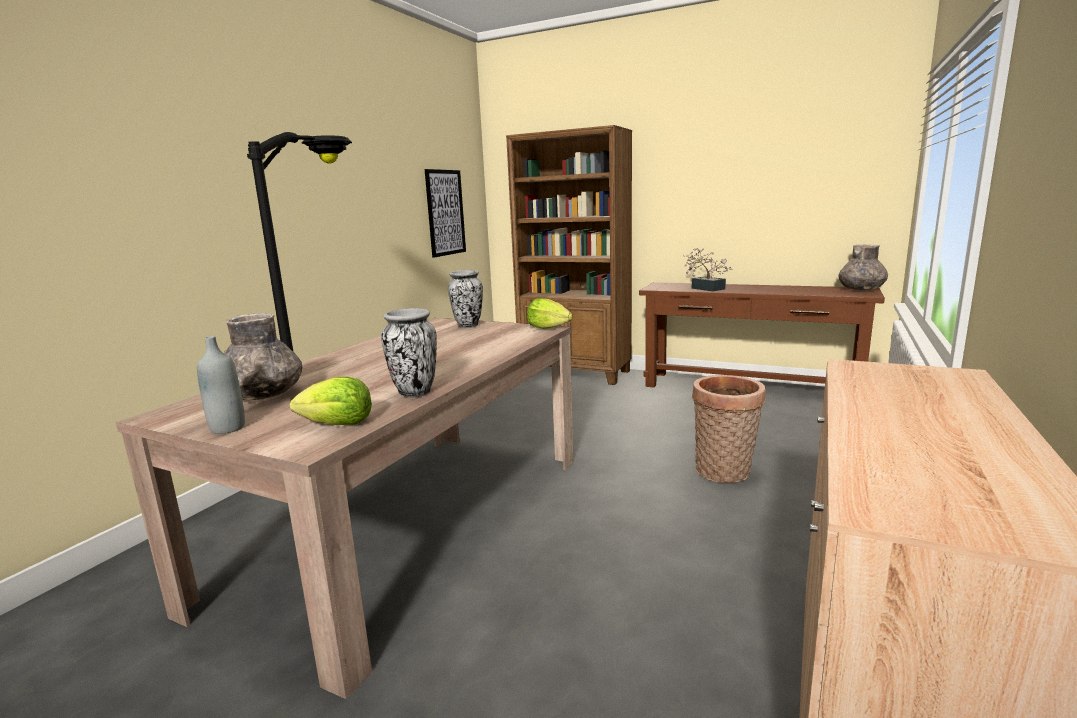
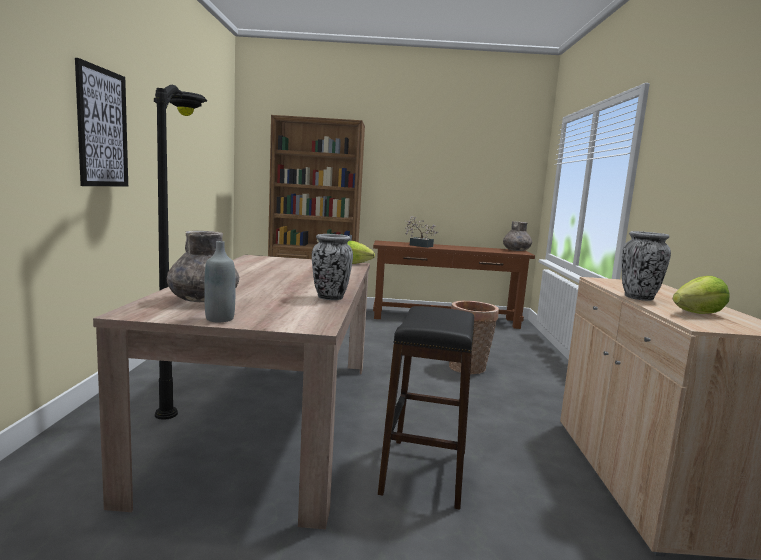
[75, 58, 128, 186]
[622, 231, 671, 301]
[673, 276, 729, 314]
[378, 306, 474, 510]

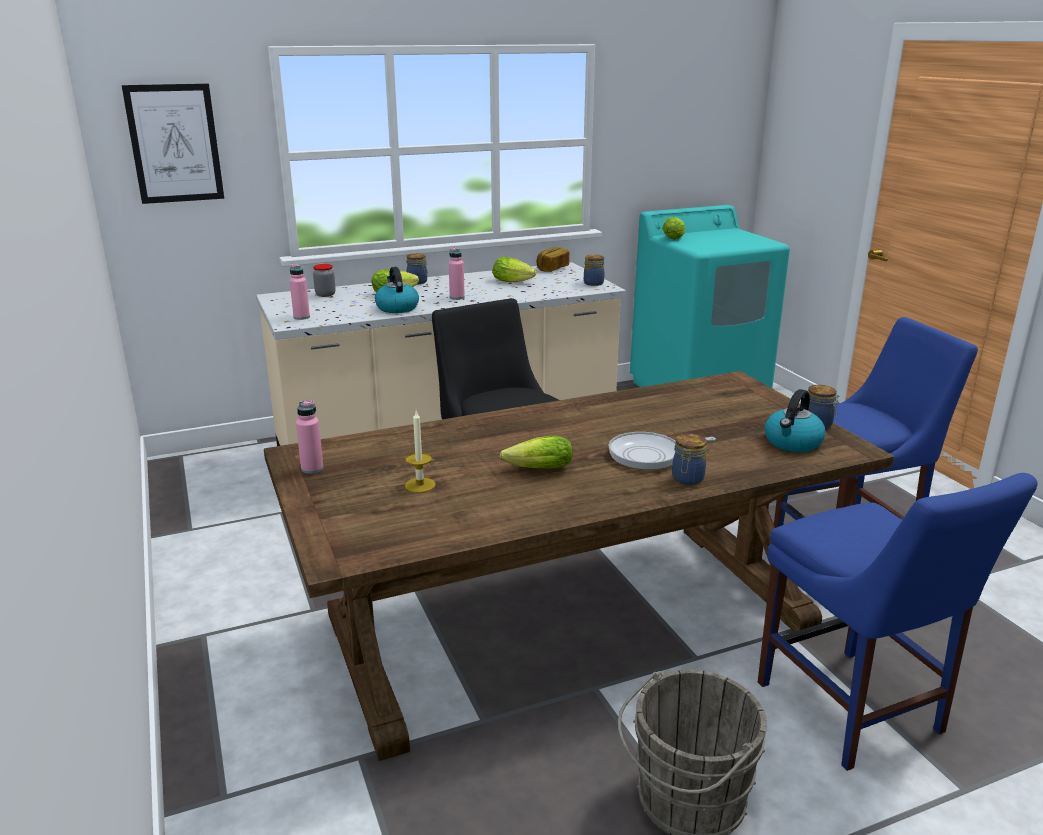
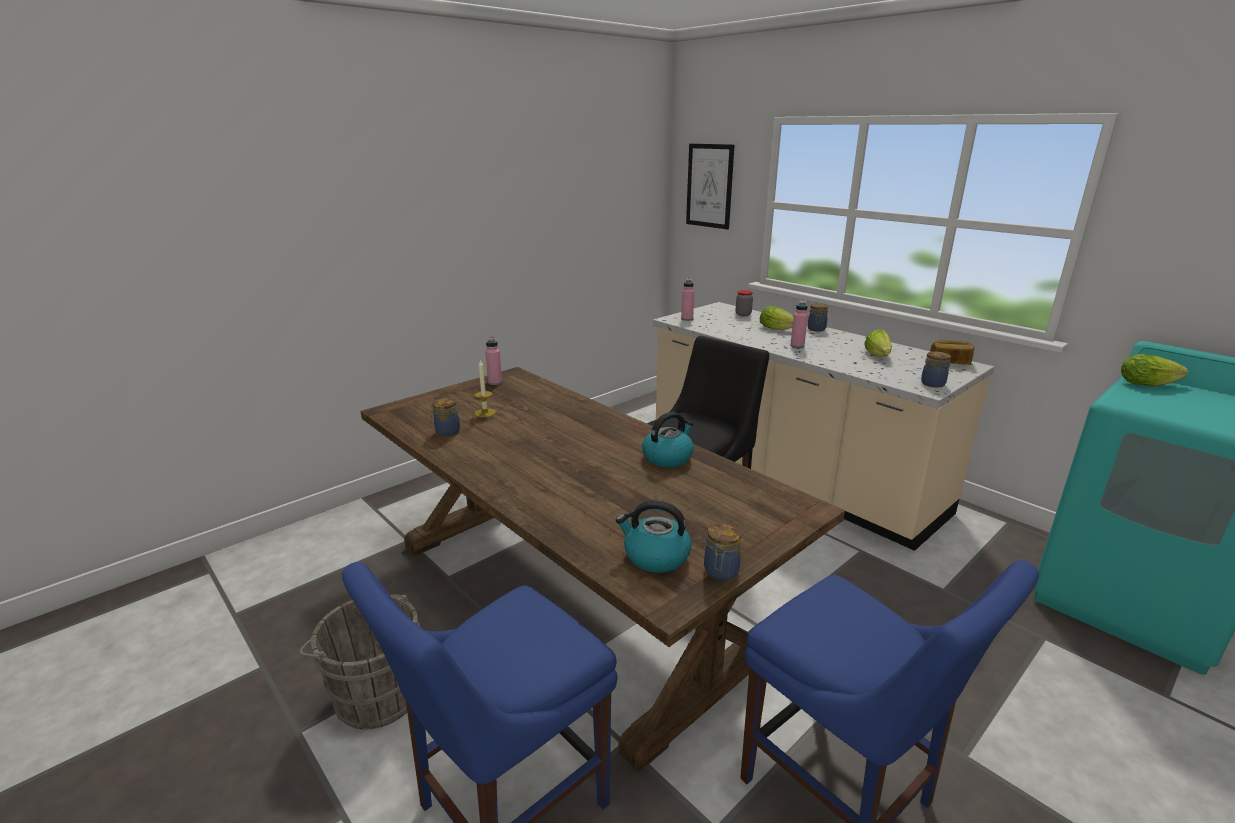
[642, 412, 694, 467]
[609, 432, 716, 470] (first image)
[430, 398, 460, 436]
[500, 436, 573, 468] (first image)

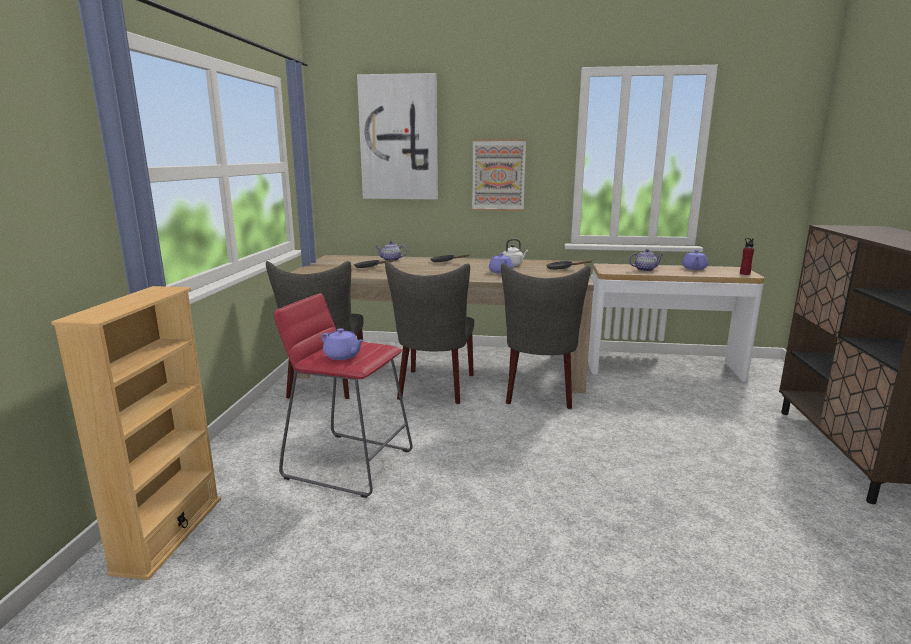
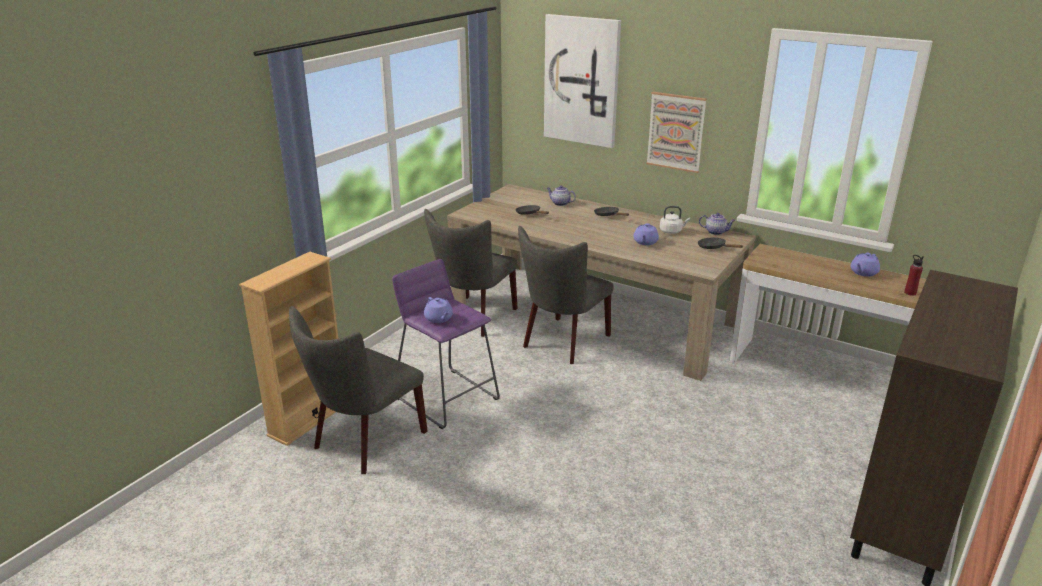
[699, 213, 736, 235]
[289, 306, 428, 474]
[392, 259, 500, 429]

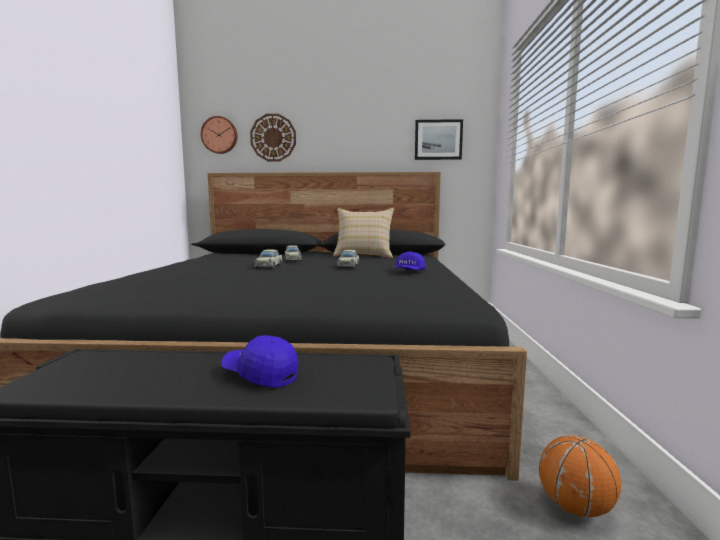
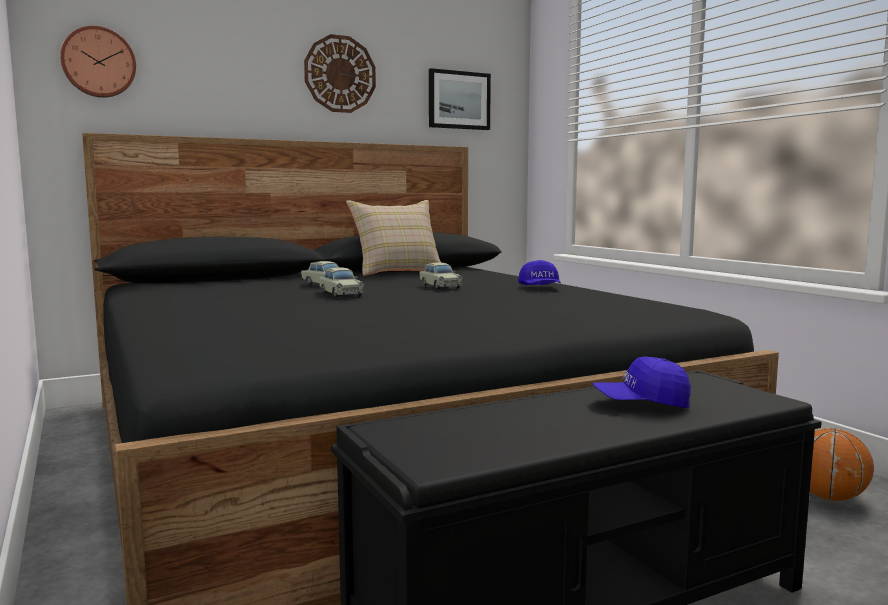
[304, 34, 376, 113]

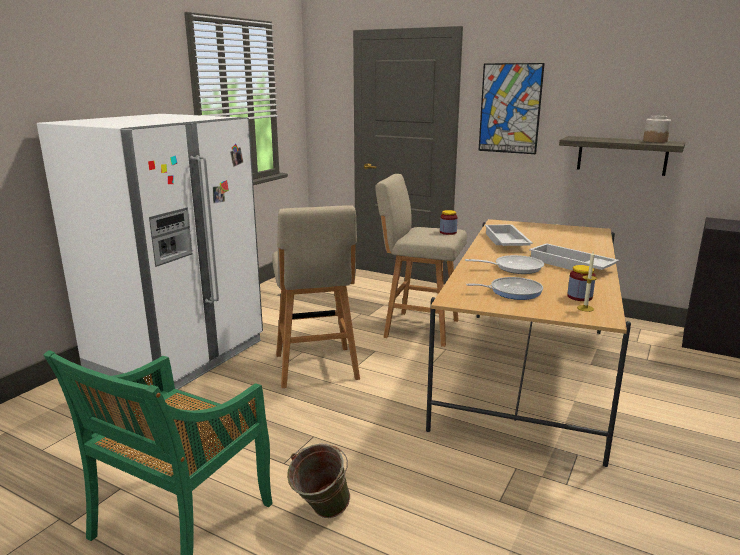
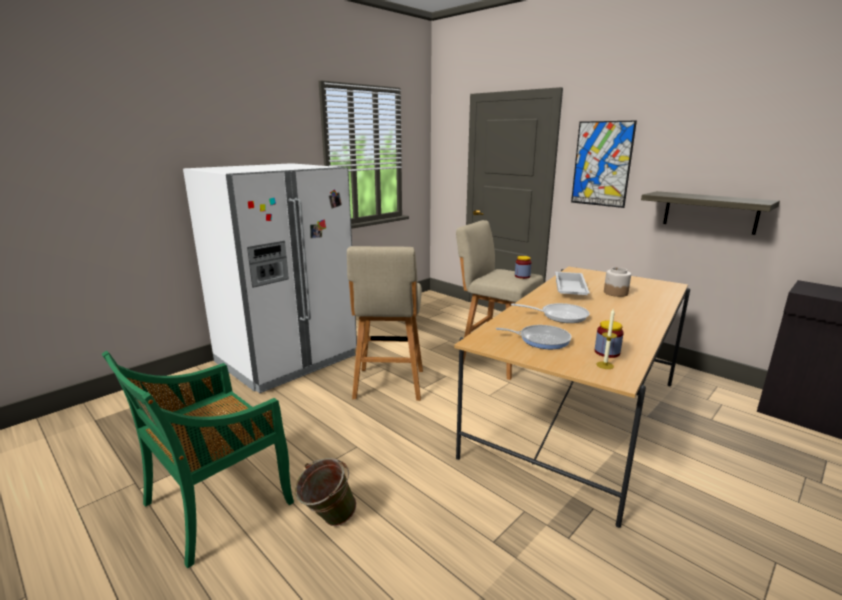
[604, 267, 631, 297]
[529, 243, 619, 270] (first image)

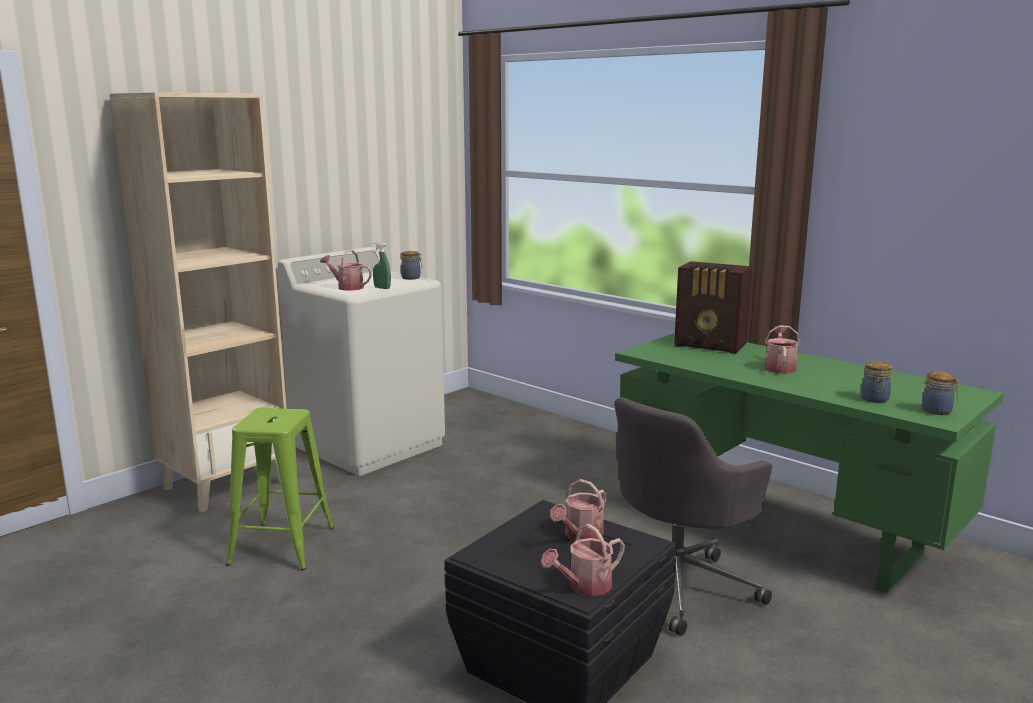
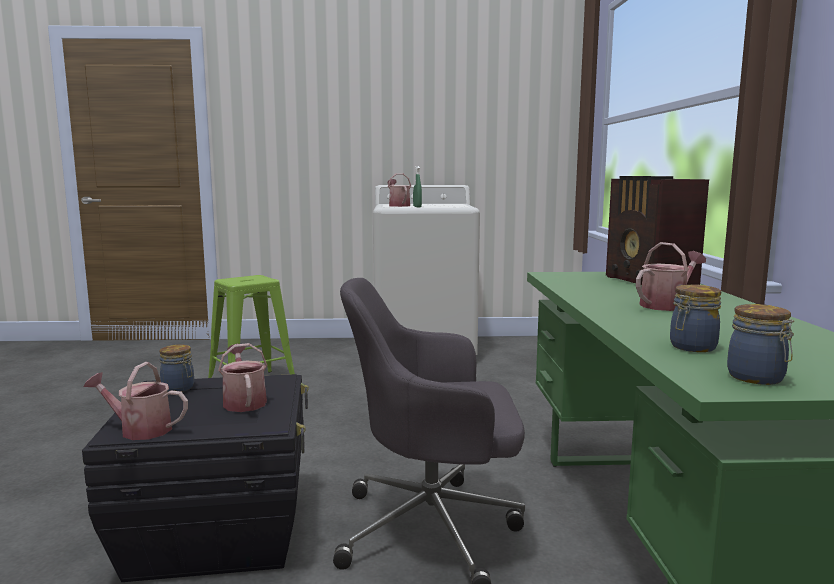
[110, 92, 287, 513] (first image)
[159, 344, 194, 392]
[218, 343, 267, 412]

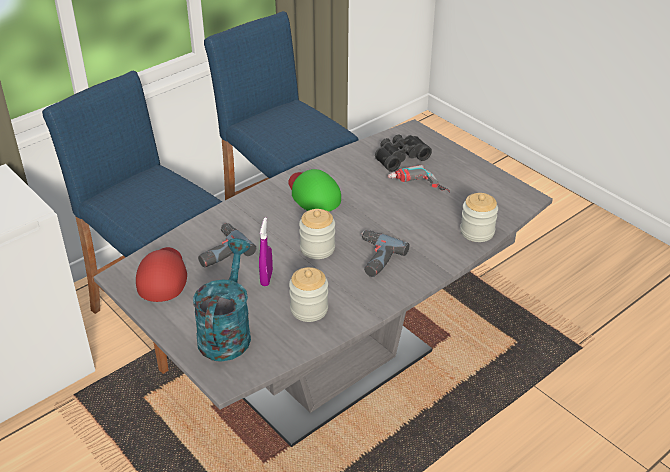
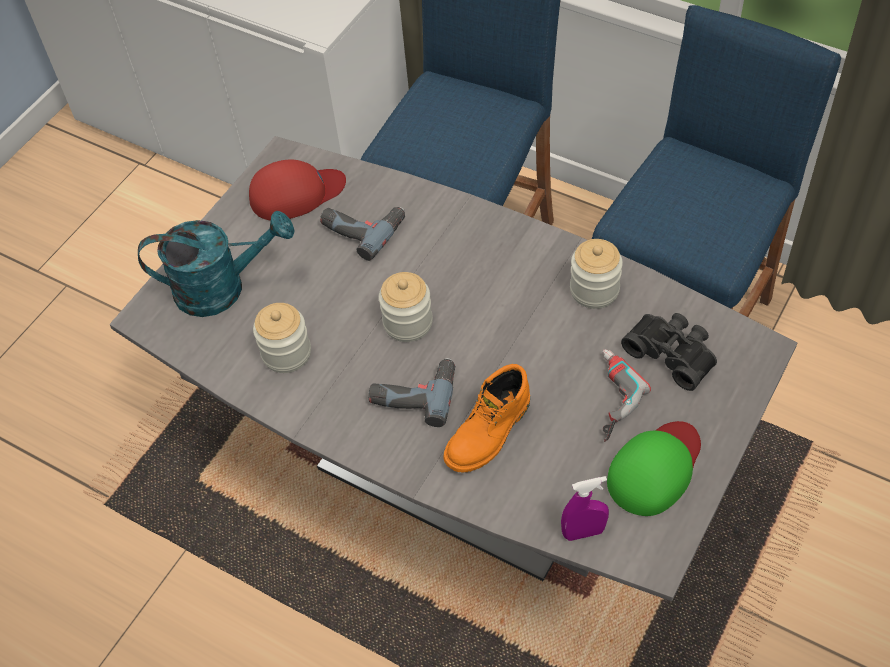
[607, 421, 701, 516]
[570, 239, 623, 309]
[561, 476, 609, 541]
[444, 364, 530, 473]

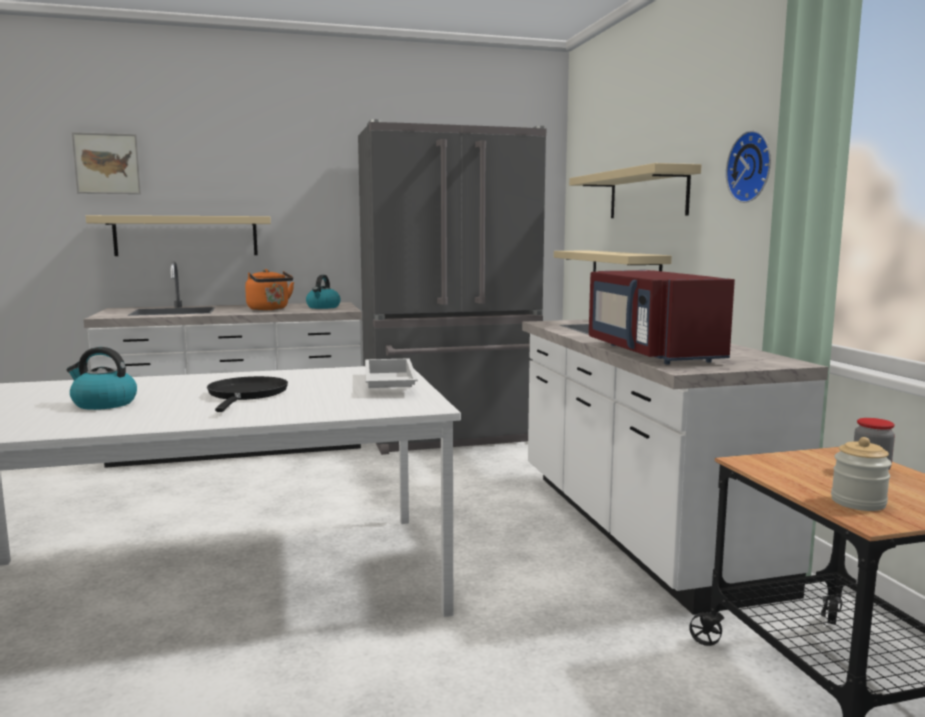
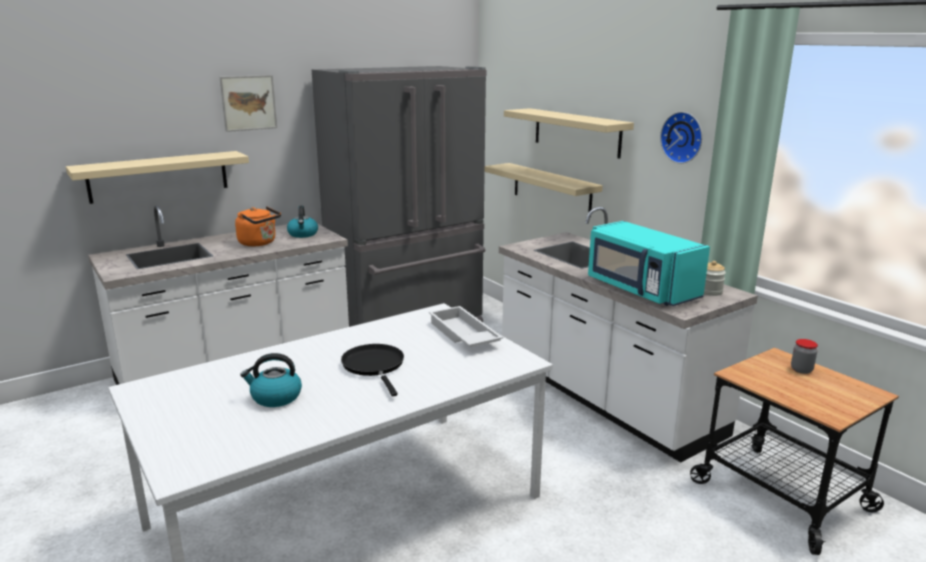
[219, 75, 277, 132]
[588, 221, 710, 306]
[704, 261, 726, 296]

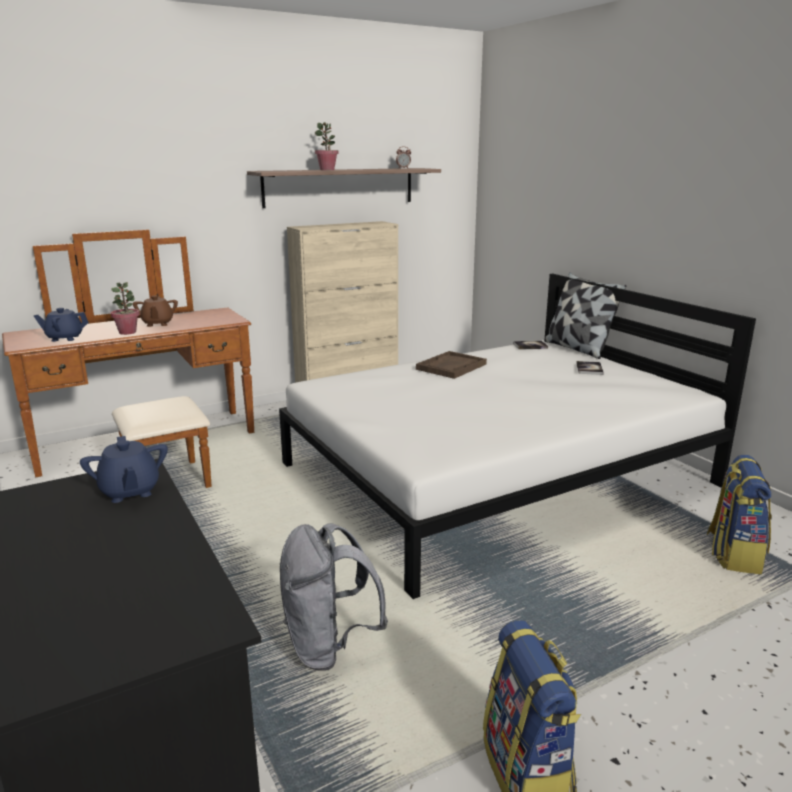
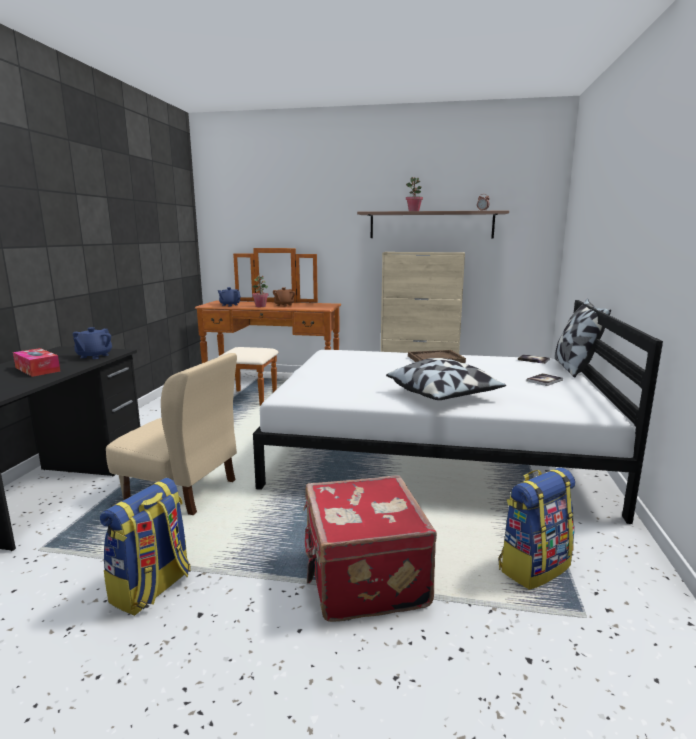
[106, 353, 237, 515]
[13, 348, 60, 377]
[386, 358, 506, 400]
[303, 475, 437, 622]

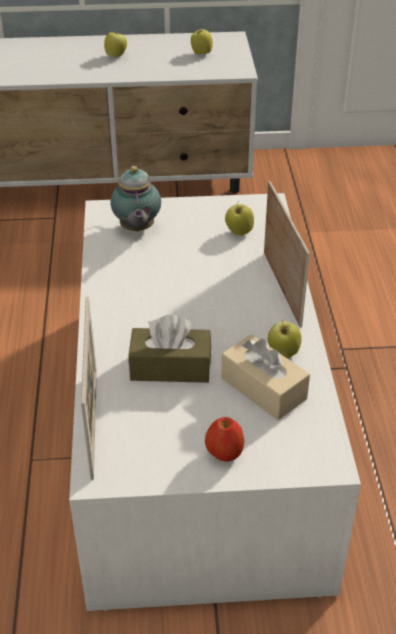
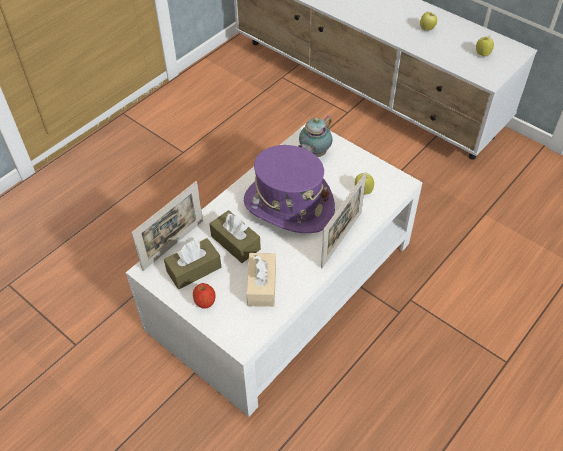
[268, 321, 302, 358] (first image)
[244, 145, 335, 233]
[164, 238, 221, 289]

